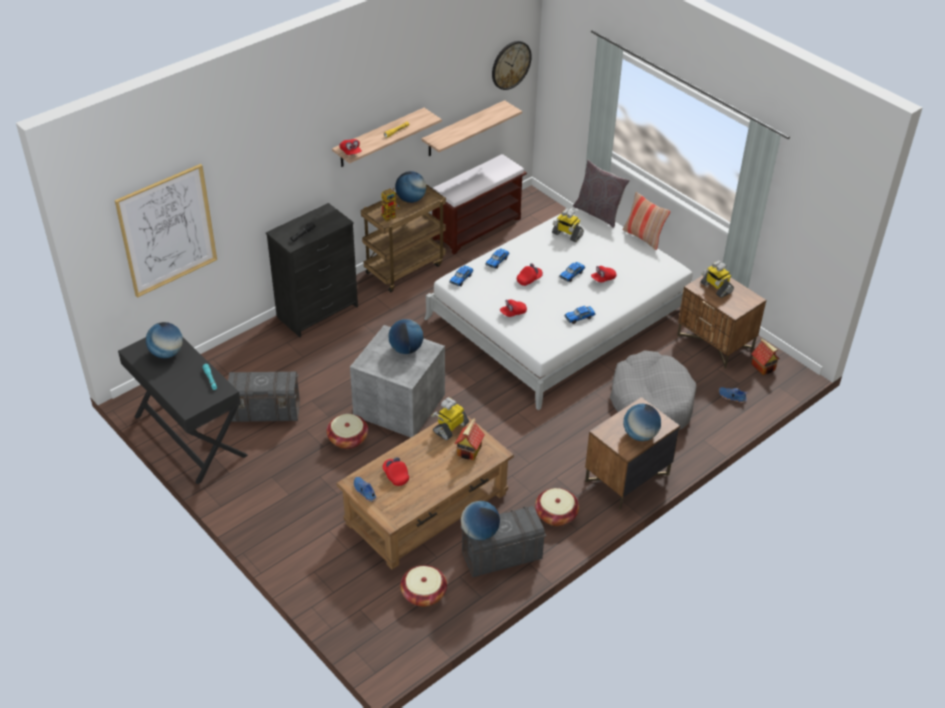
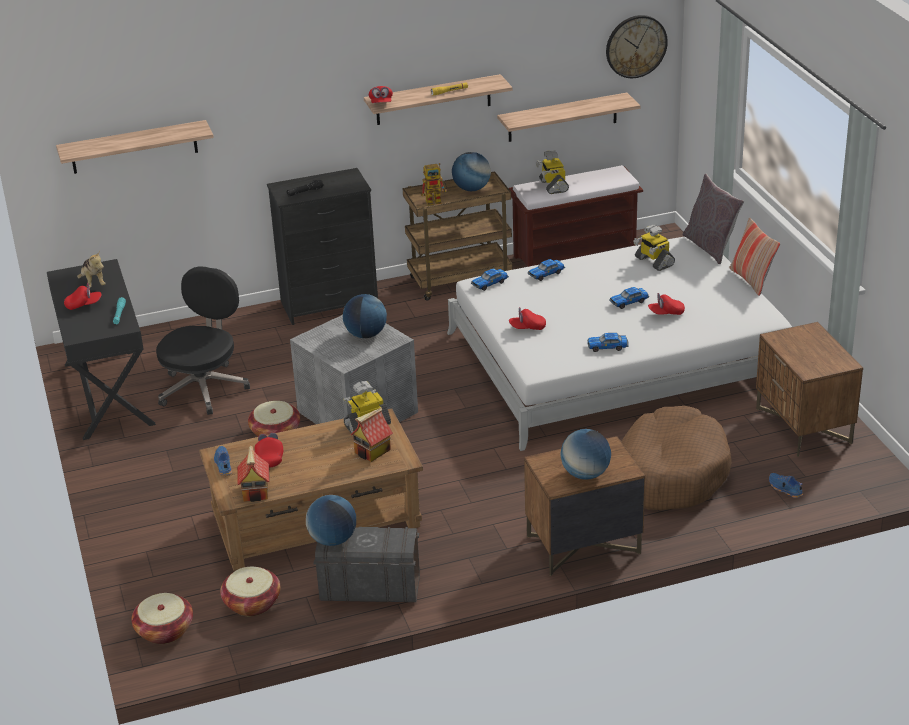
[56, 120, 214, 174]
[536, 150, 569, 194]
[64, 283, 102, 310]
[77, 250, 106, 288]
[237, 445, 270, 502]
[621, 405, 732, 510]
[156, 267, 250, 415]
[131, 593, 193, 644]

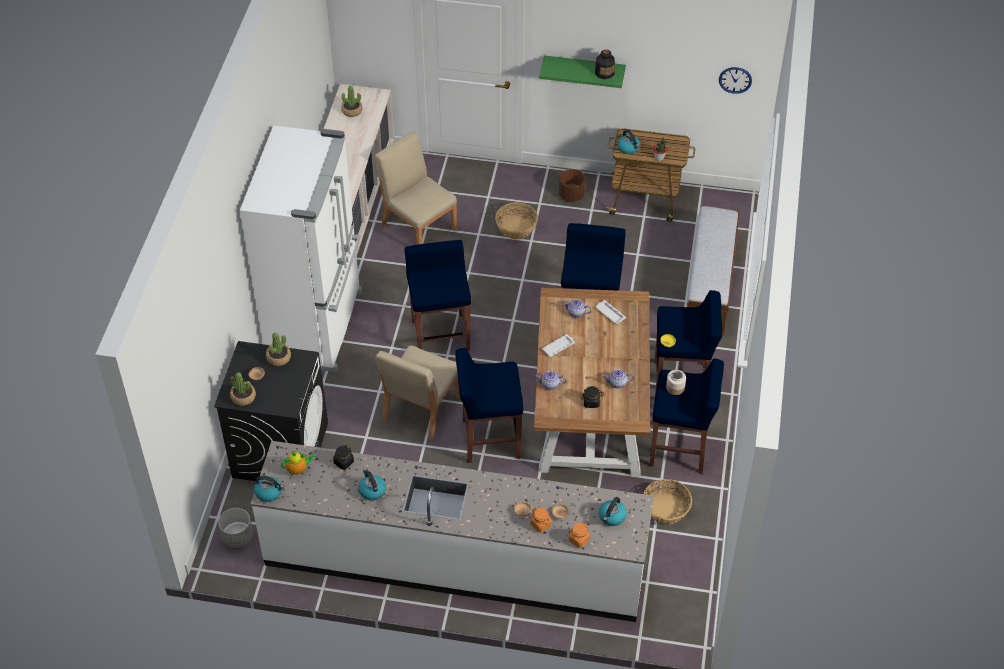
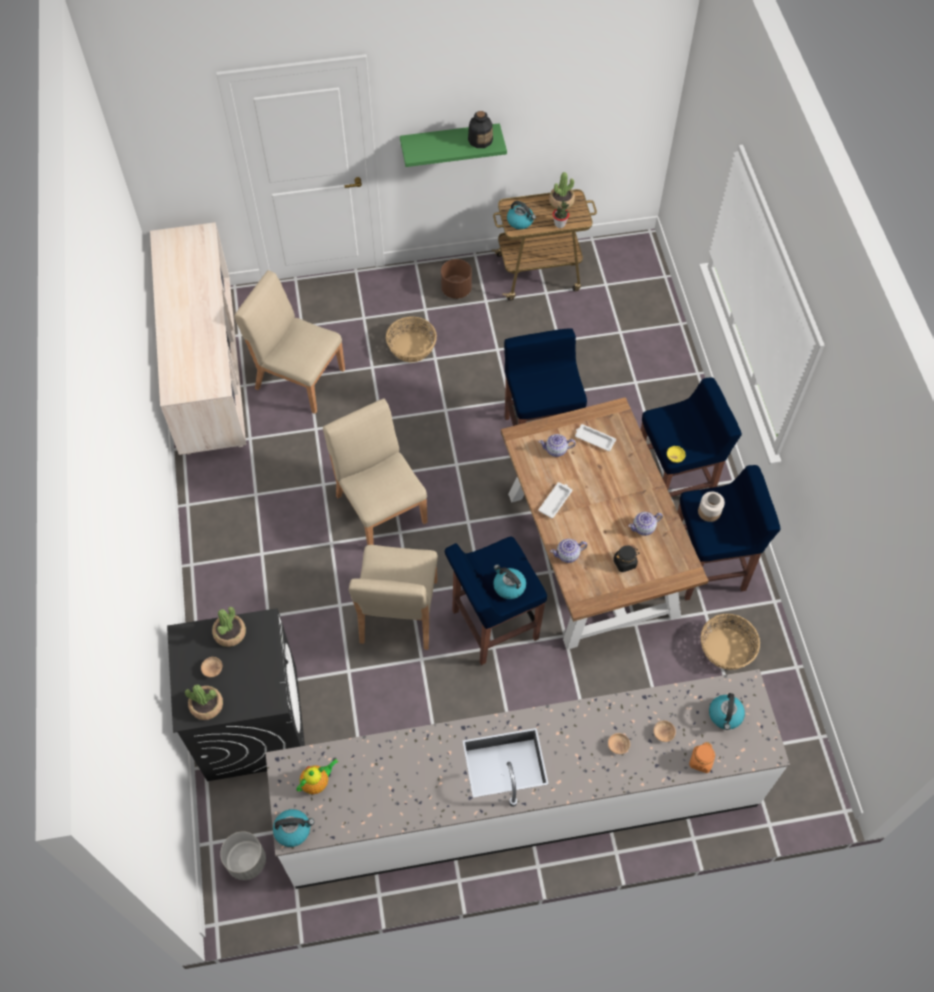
[719, 67, 752, 94] (first image)
[549, 172, 575, 209]
[240, 125, 362, 372] (first image)
[687, 206, 740, 335] (first image)
[323, 398, 428, 545]
[333, 445, 354, 470] (first image)
[493, 564, 526, 599]
[530, 507, 551, 533] (first image)

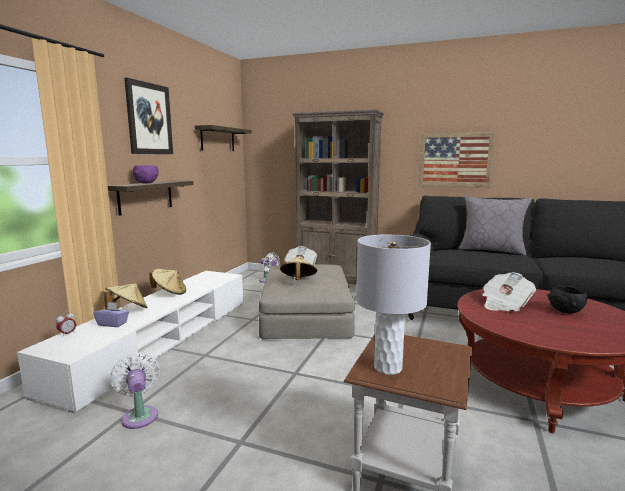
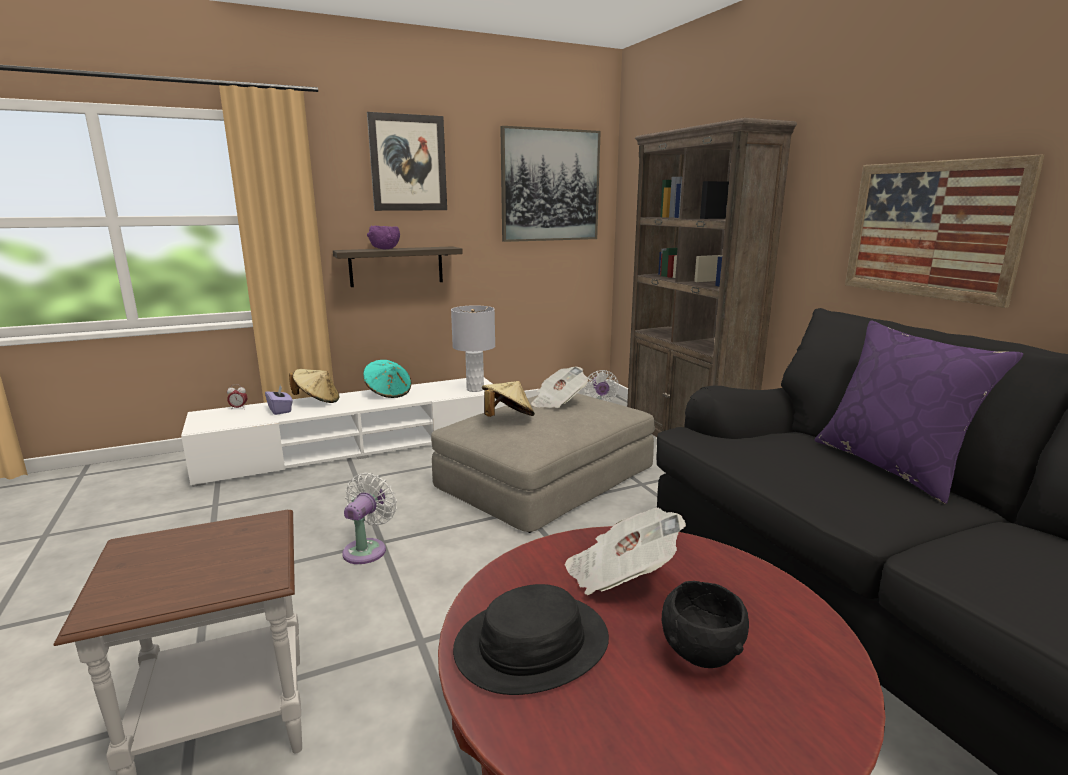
[500, 126, 601, 242]
[815, 320, 1023, 504]
[451, 305, 495, 392]
[363, 360, 411, 398]
[342, 473, 397, 564]
[453, 584, 609, 695]

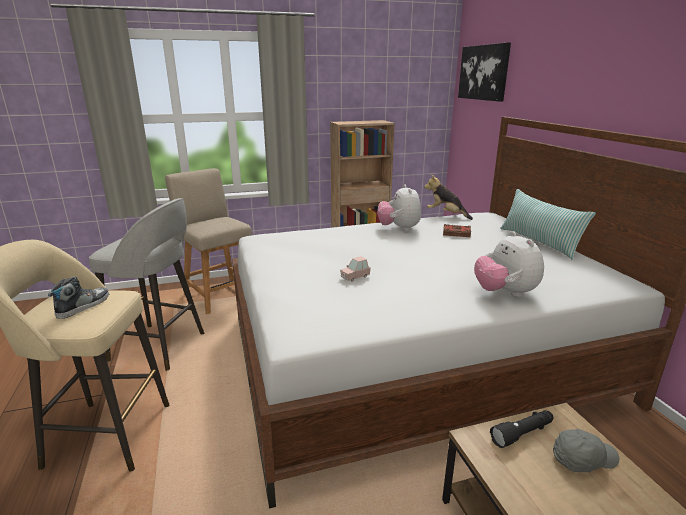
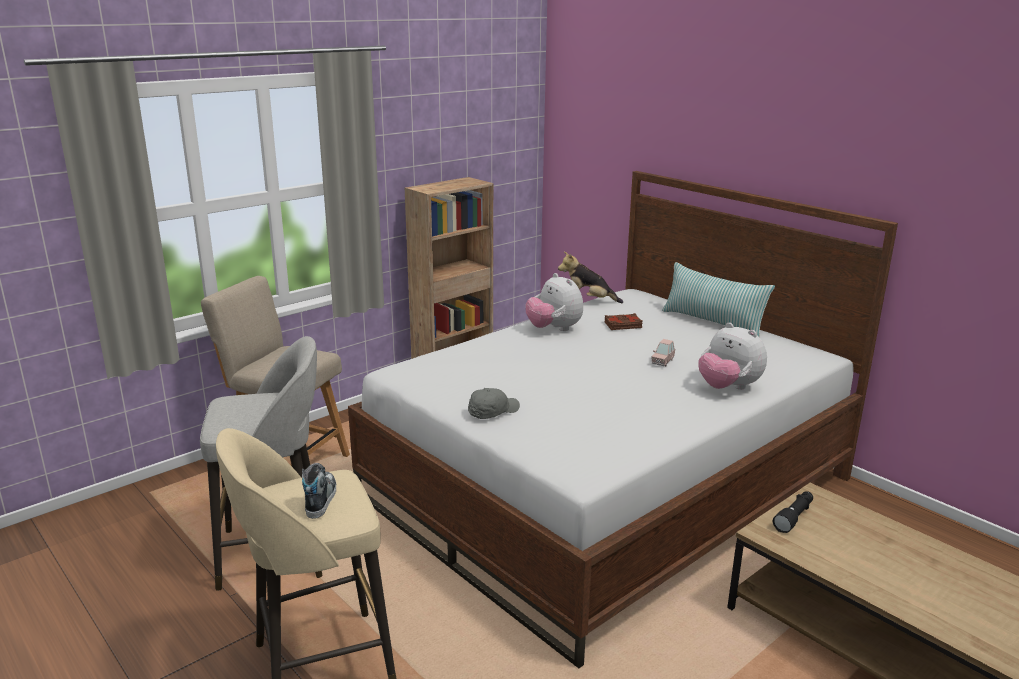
[458, 43, 511, 102] (first image)
[651, 339, 675, 366]
[468, 388, 520, 419]

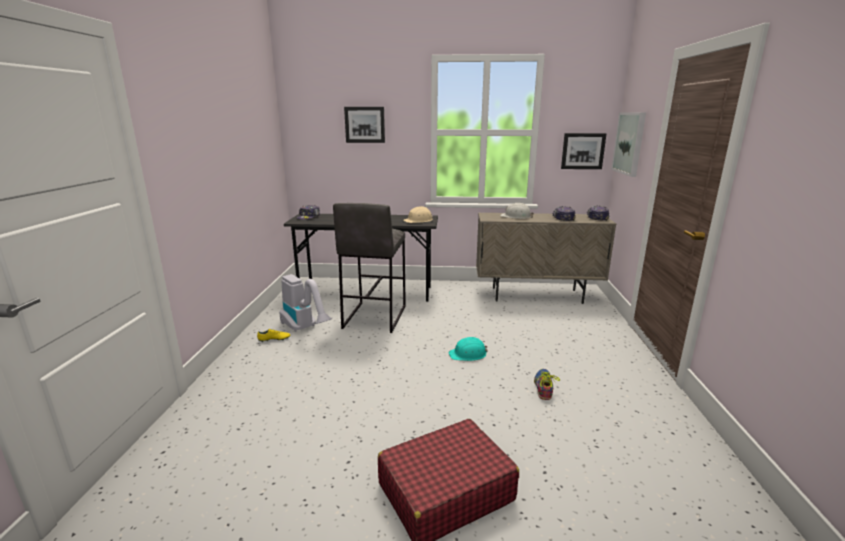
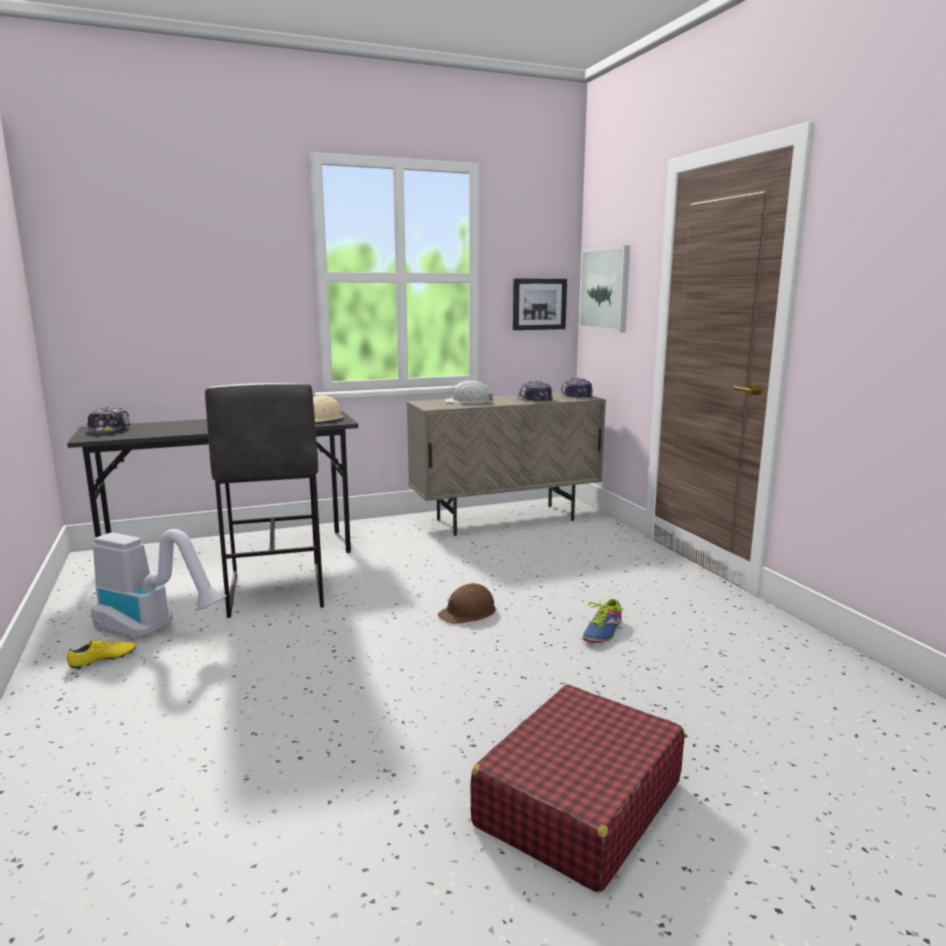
[344, 107, 385, 143] (first image)
[438, 583, 496, 624]
[583, 594, 623, 643]

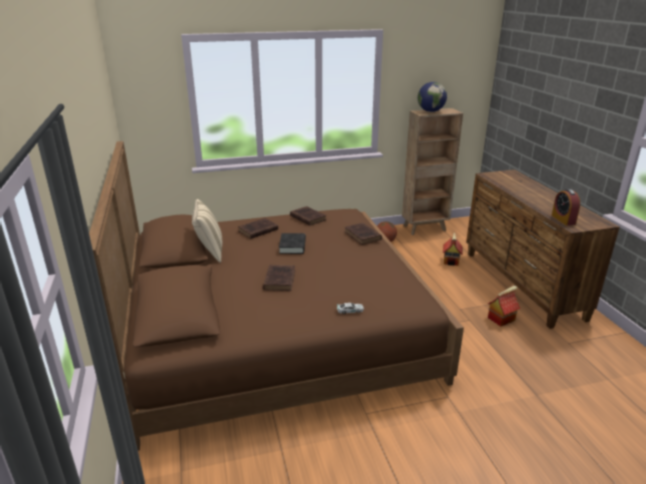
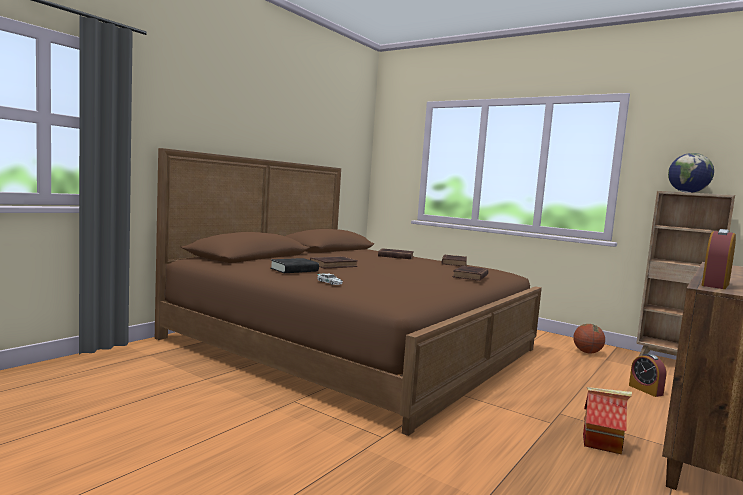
[192, 199, 222, 263] (first image)
[629, 354, 666, 397]
[270, 258, 319, 273]

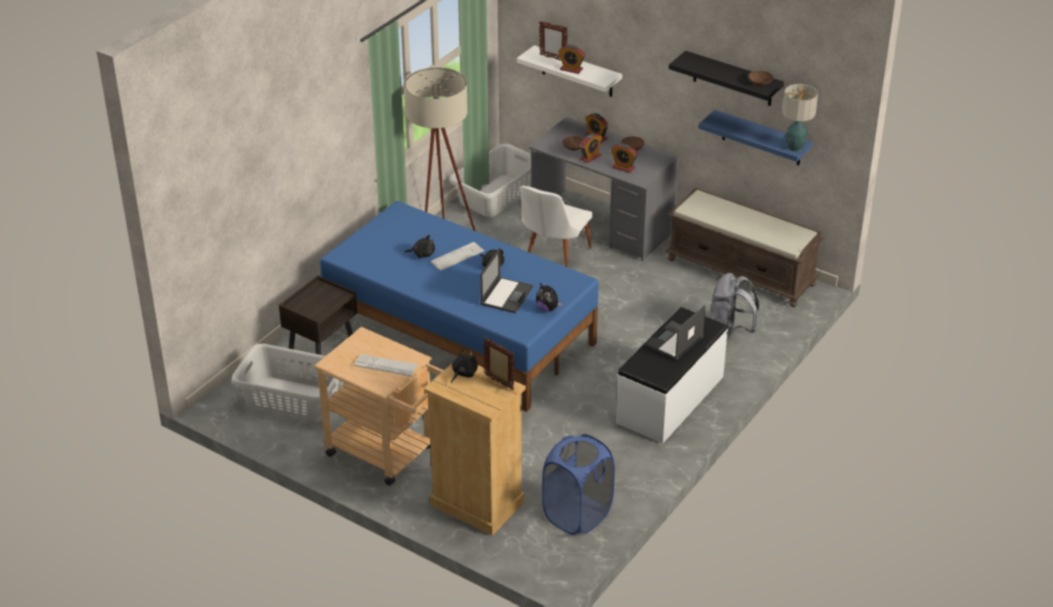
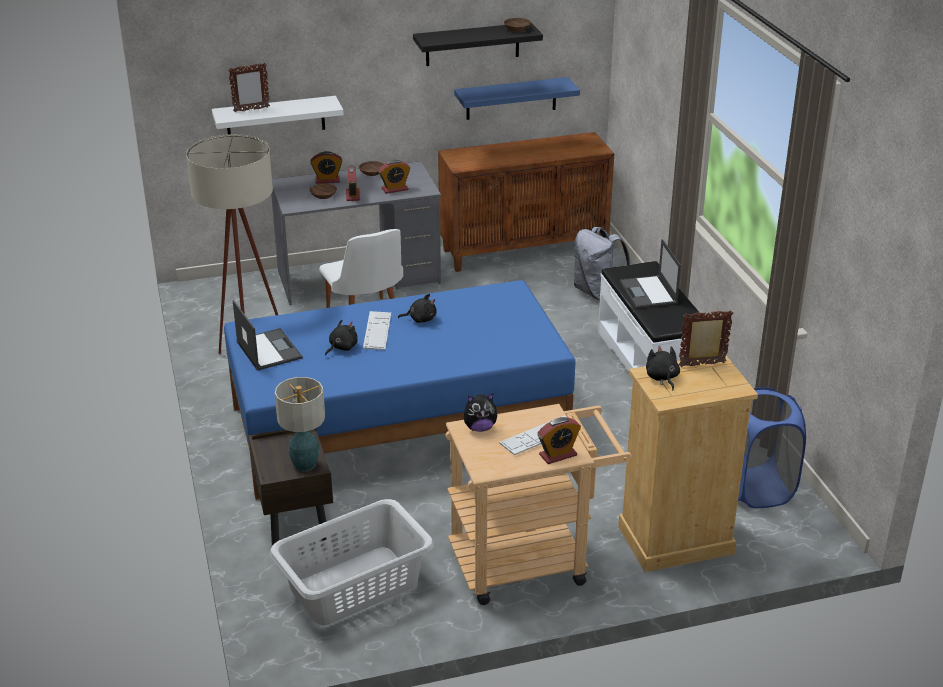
[538, 417, 581, 464]
[275, 377, 325, 472]
[450, 144, 531, 217] (first image)
[438, 132, 614, 272]
[233, 300, 303, 371]
[464, 393, 498, 432]

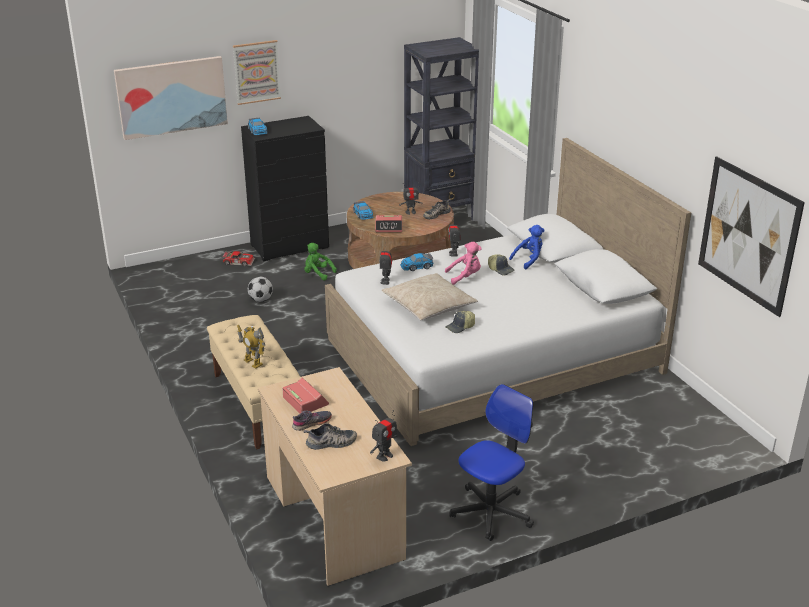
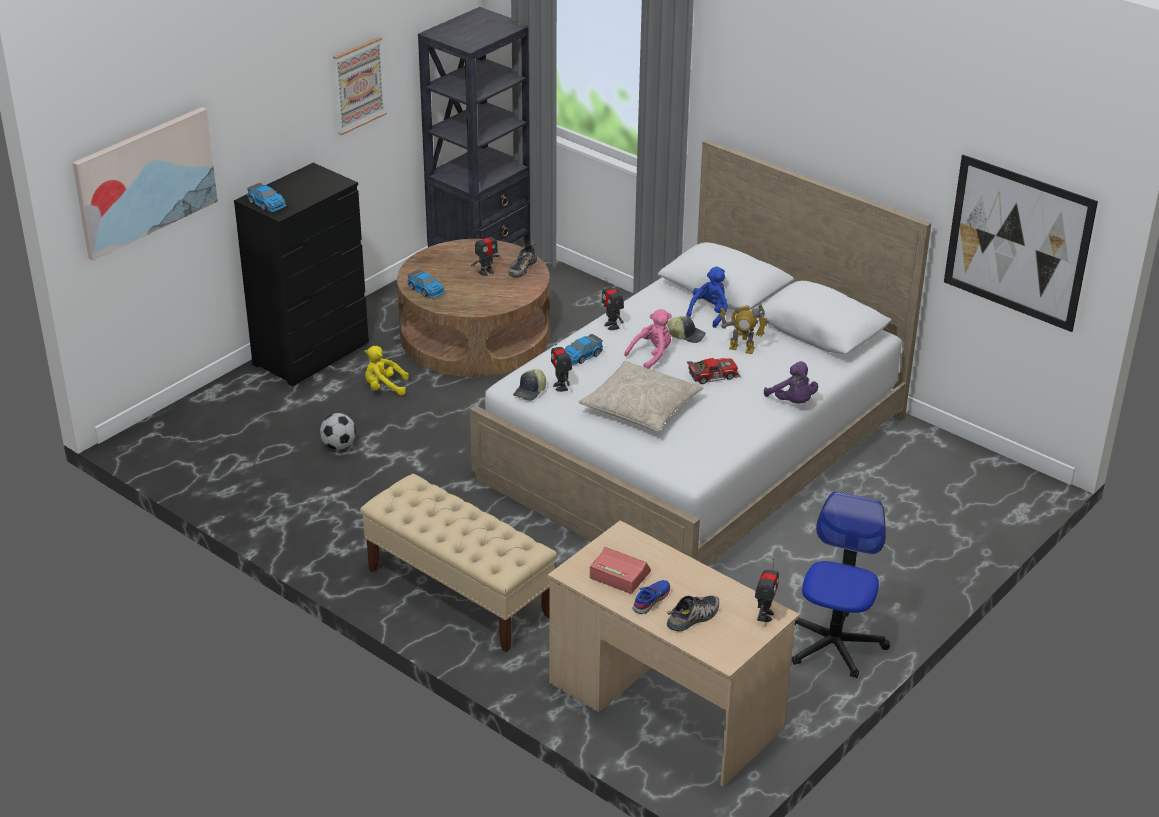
[333, 37, 387, 135]
[375, 215, 402, 232] (first image)
[365, 346, 409, 396]
[687, 358, 740, 384]
[513, 369, 546, 401]
[720, 304, 769, 354]
[633, 580, 670, 614]
[764, 361, 818, 404]

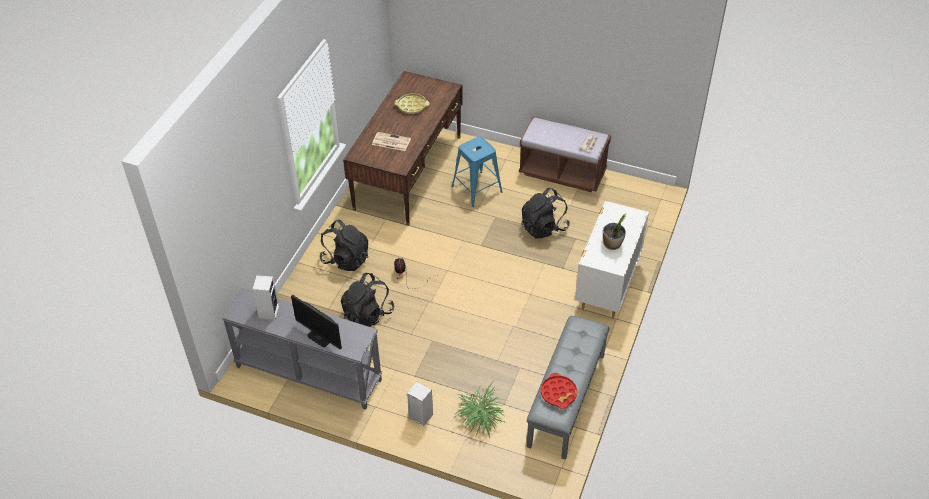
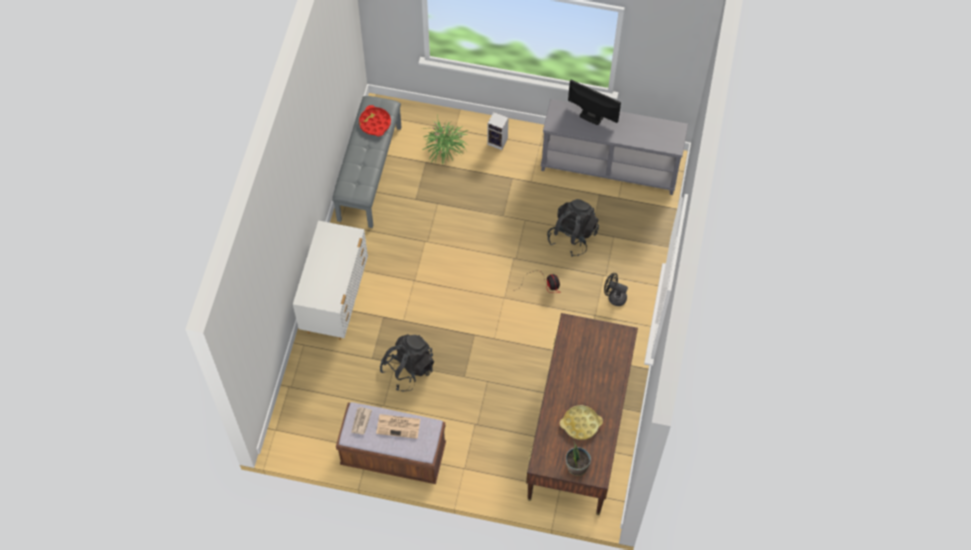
[376, 414, 420, 439]
[452, 136, 502, 207] (first image)
[566, 441, 591, 476]
[604, 273, 628, 306]
[252, 275, 279, 319] (first image)

